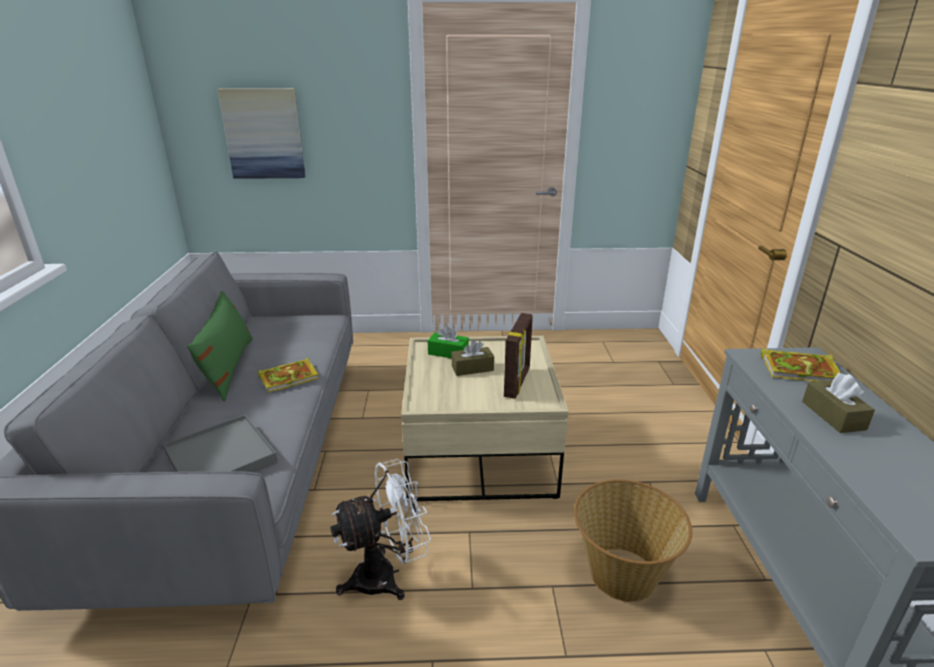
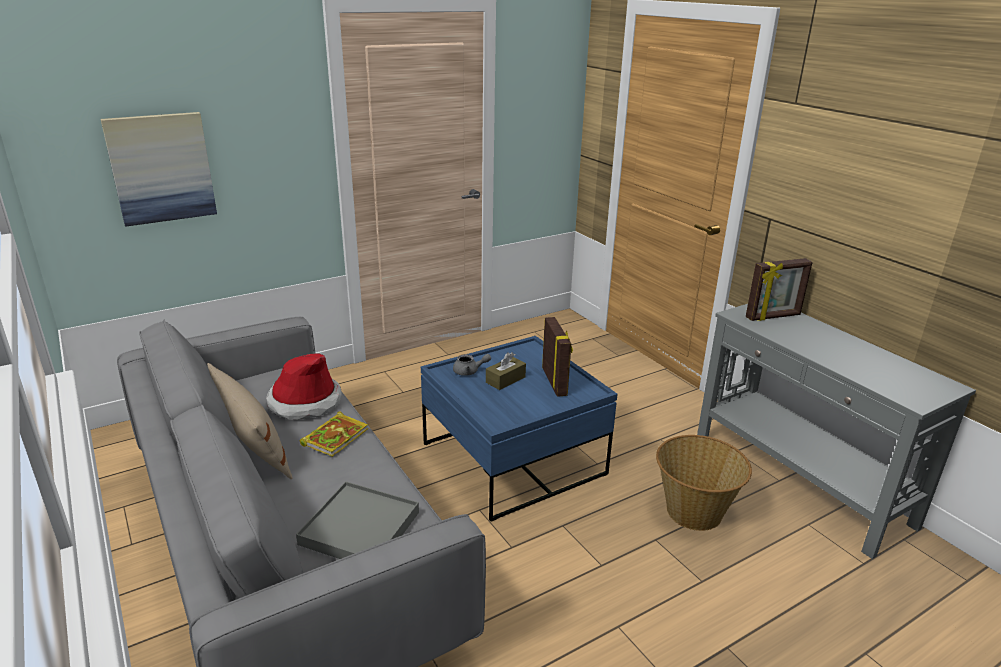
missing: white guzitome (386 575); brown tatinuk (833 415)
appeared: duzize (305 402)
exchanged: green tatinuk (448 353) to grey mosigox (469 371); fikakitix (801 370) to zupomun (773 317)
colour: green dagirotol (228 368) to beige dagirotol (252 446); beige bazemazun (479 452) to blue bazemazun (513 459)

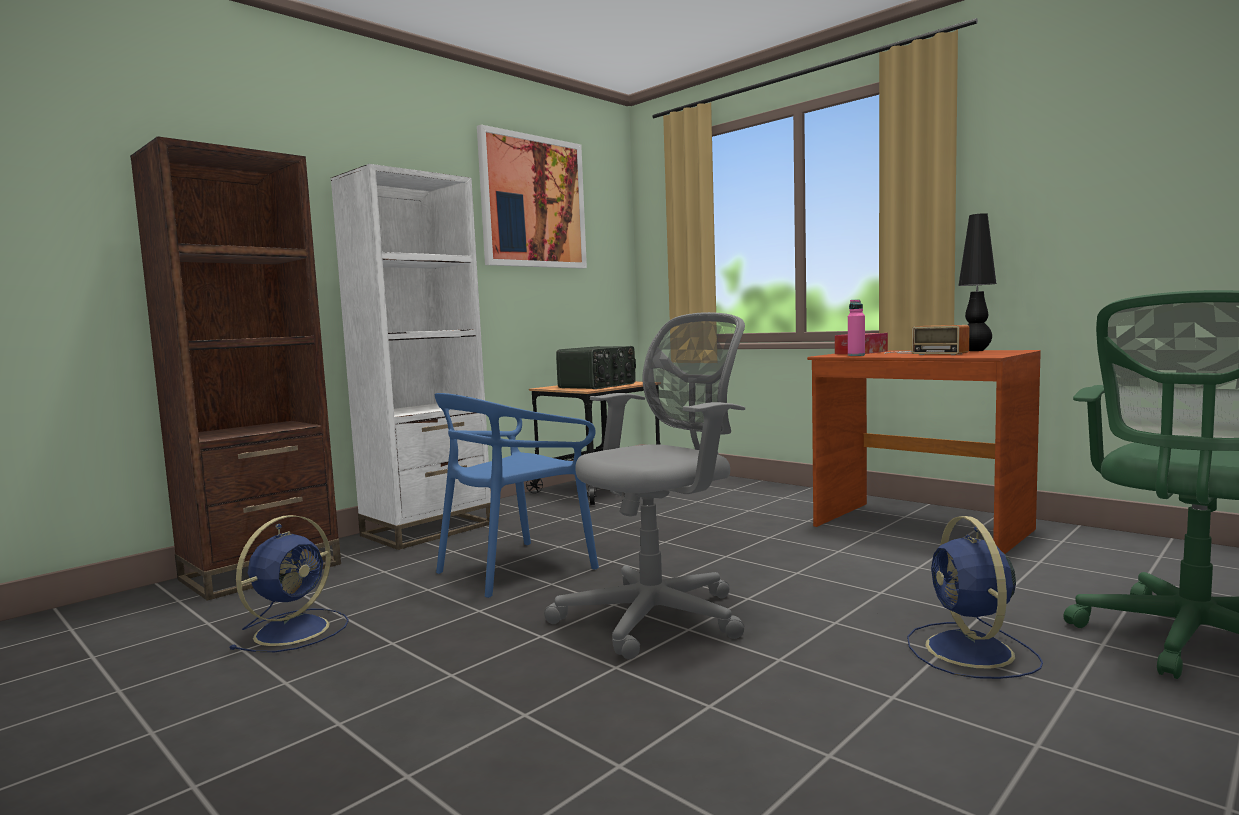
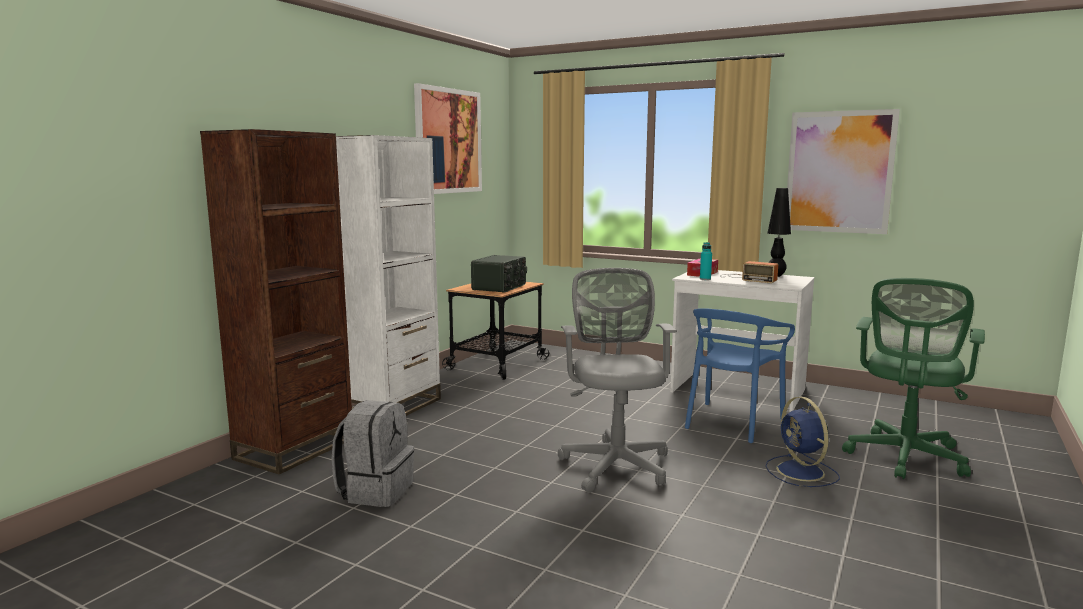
appeared: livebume (839 172)
relocated: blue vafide (516 568) to (732 422)
exchanged: blue guzitome (295 630) to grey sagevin (375 491)
colour: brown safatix (919 528) to white safatix (737 391); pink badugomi (856 355) to turquoise badugomi (705 279)
spun: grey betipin (659 616) = (615 463) 45 degrees counterclockwise

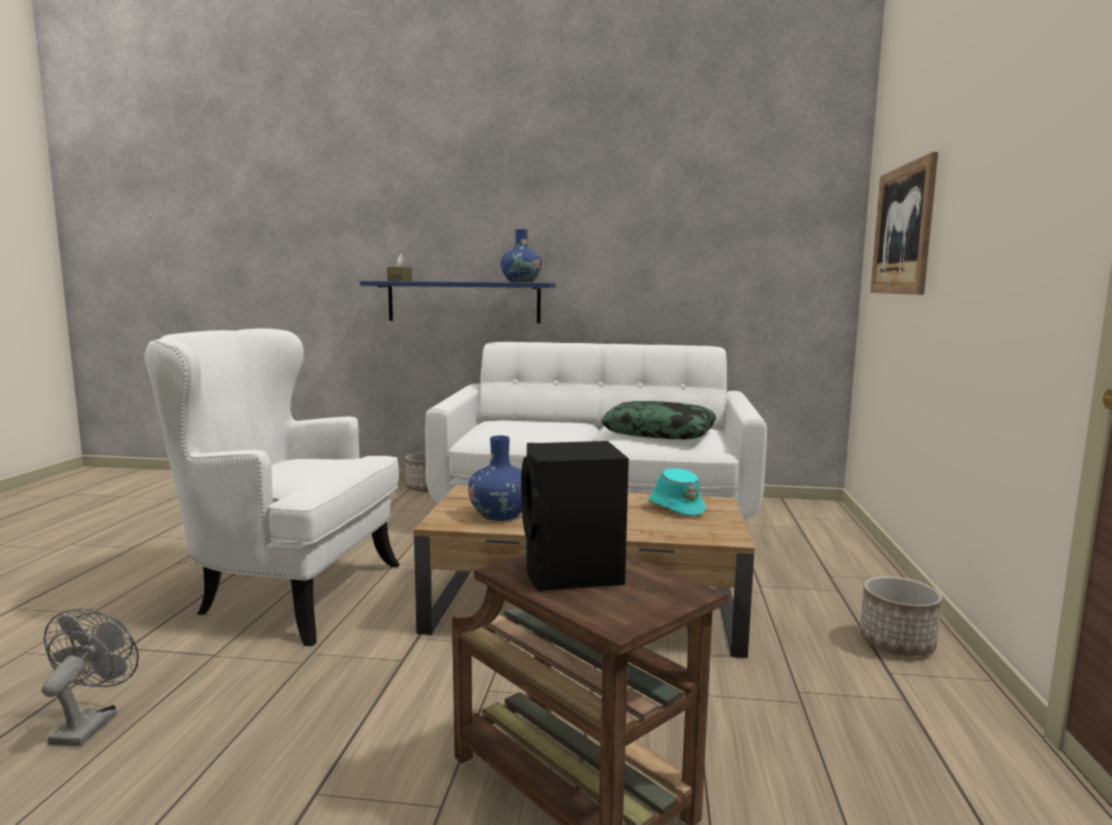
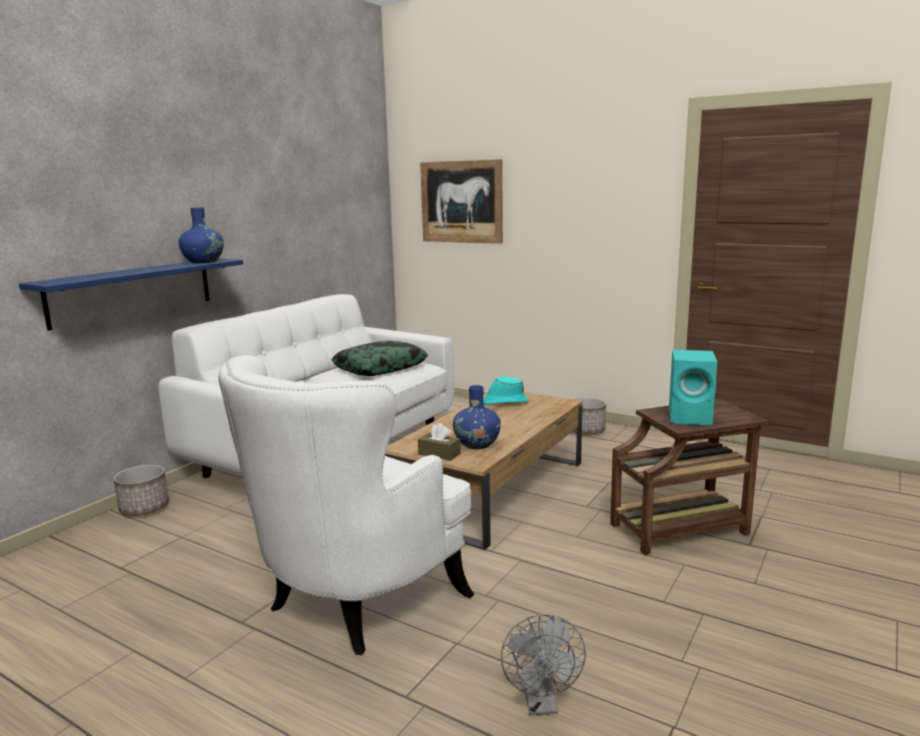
relocated: brown tatinuk (400 281) to (439 454)
colour: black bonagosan (573 574) to turquoise bonagosan (691 417)
spun: grey guzitome (90 723) = (541 704) 120 degrees counterclockwise

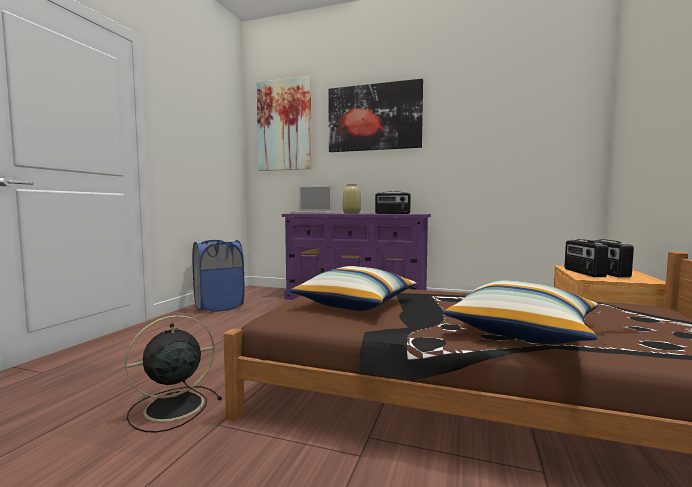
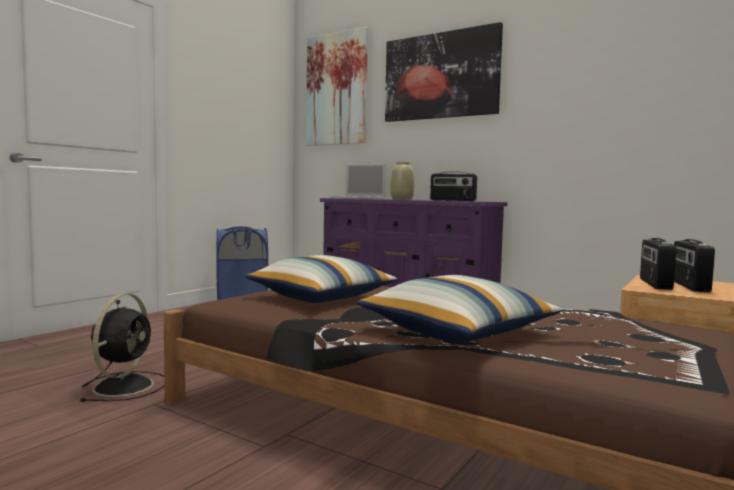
spun: black guzitome (171 407) = (125 386) 120 degrees clockwise

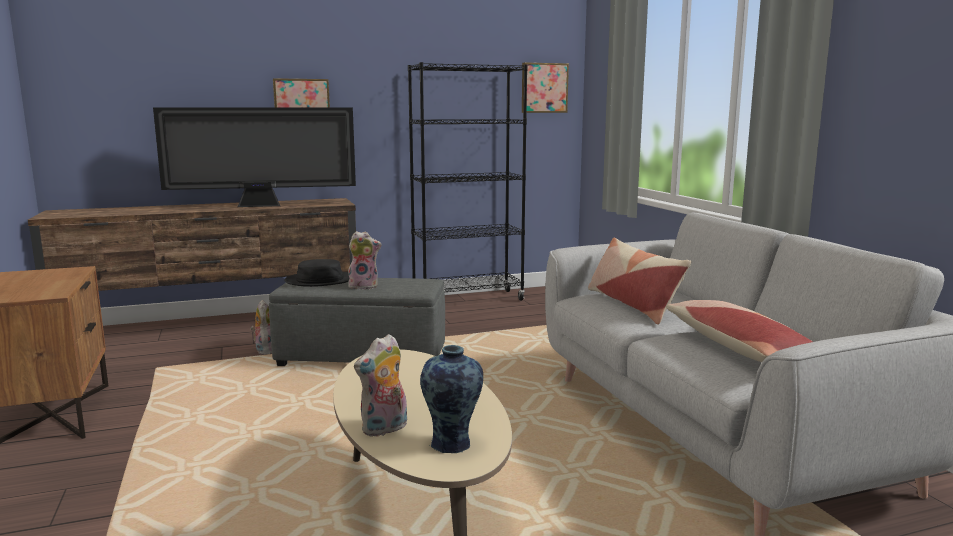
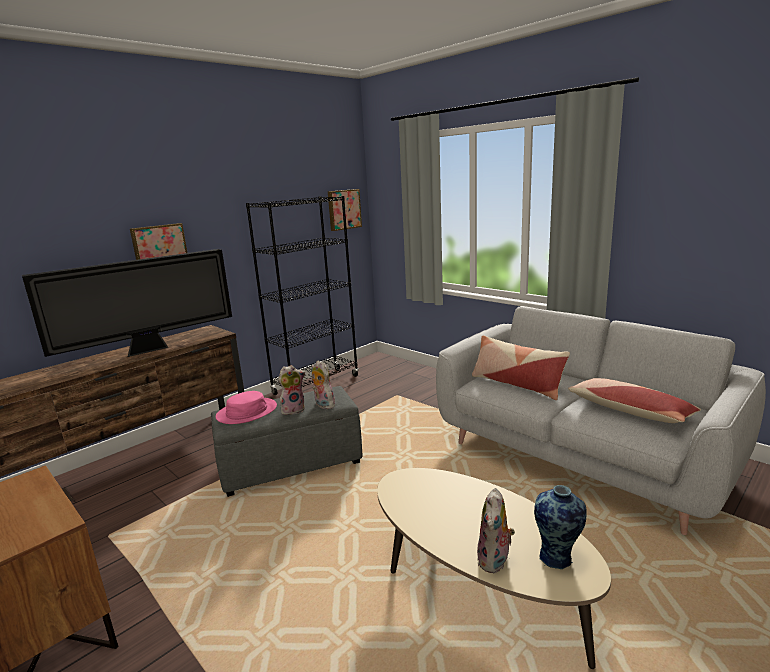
relocated: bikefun (264 350) to (323 405)
colour: black duzize (320 280) to pink duzize (247 412)

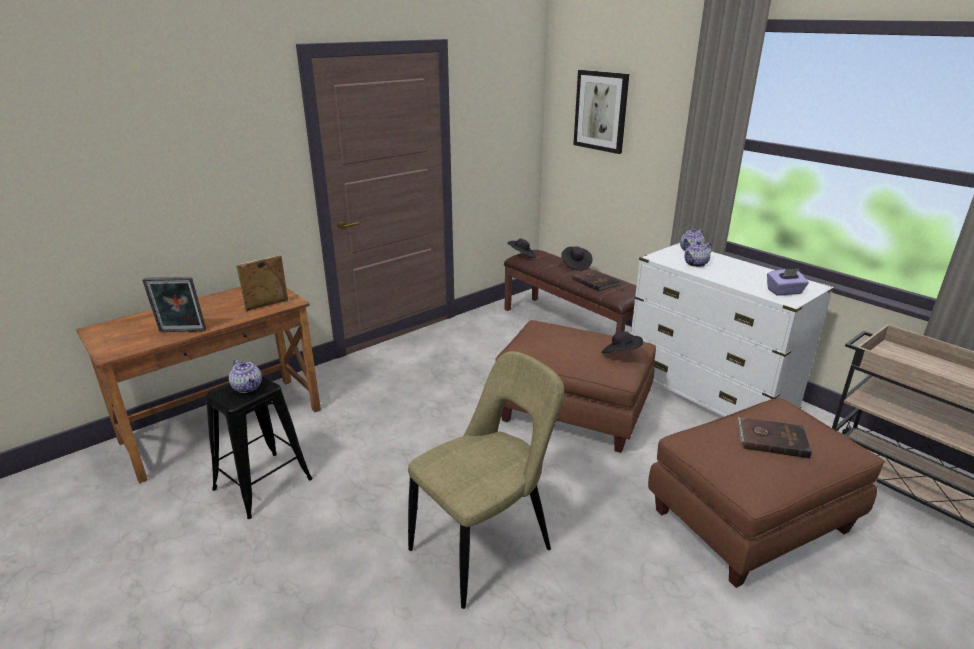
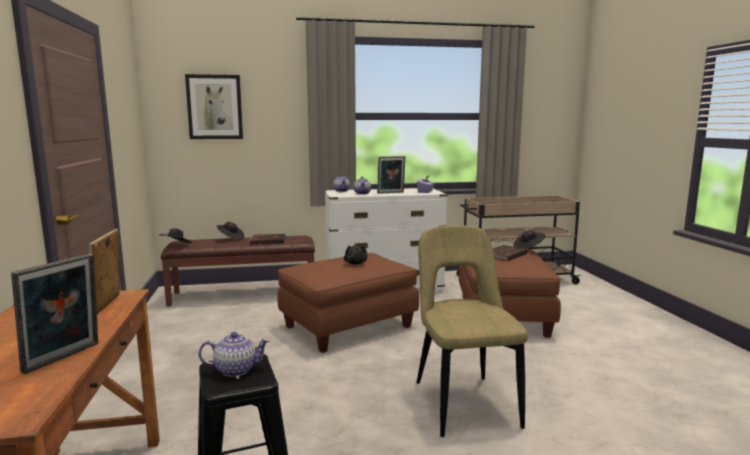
appeared: black bikefun (355 263); zupomun (391 193)
relocated: black duzize (620 354) to (528 248)

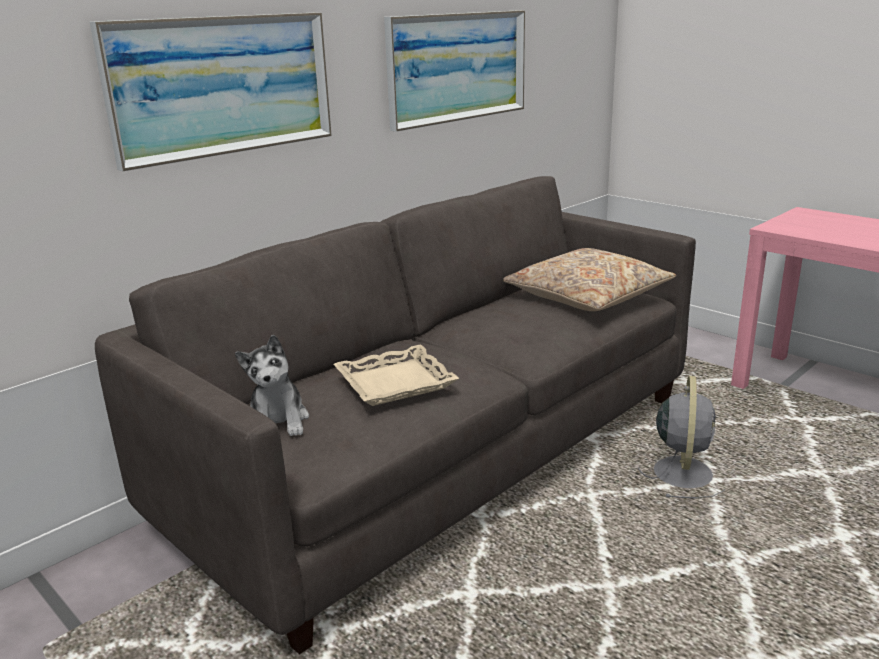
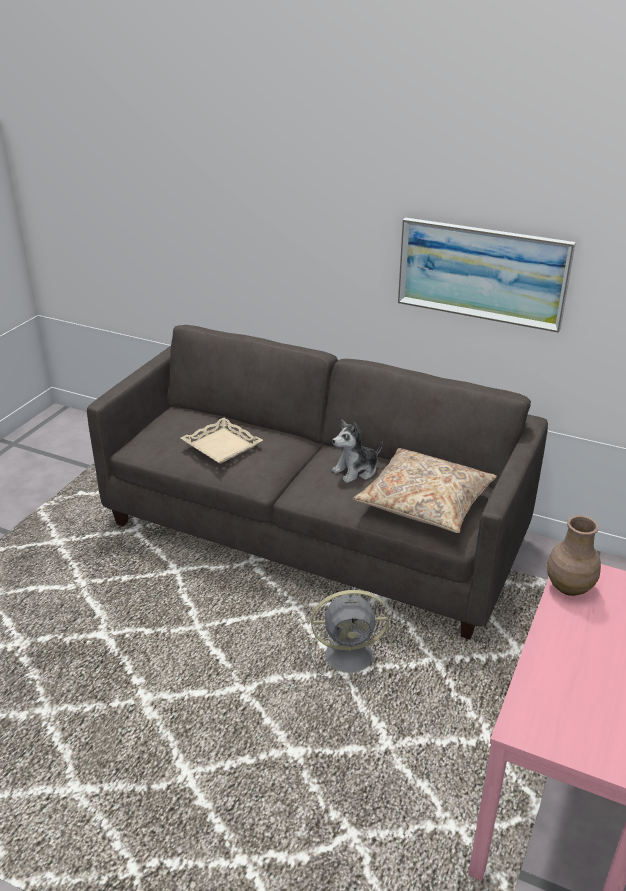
missing: livebume (223 85)
appeared: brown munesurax (568 586)
relocated: bikefun (278 421) to (356 471)

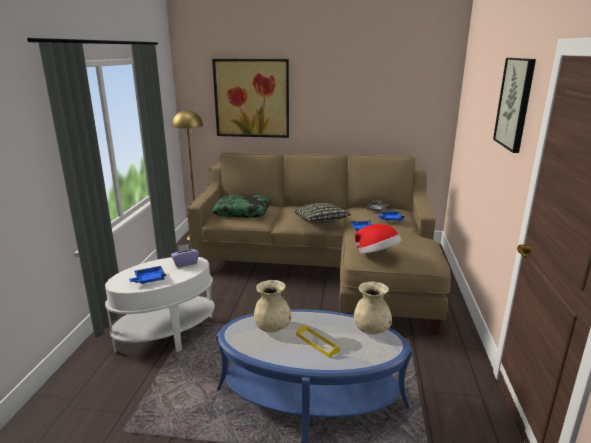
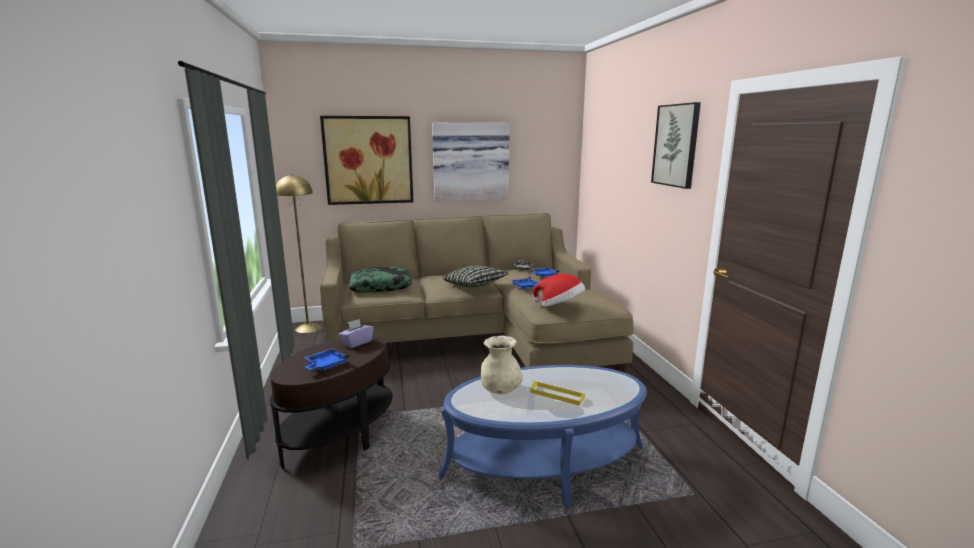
missing: beige munesurax (371 330)
appeared: livebume (470 162)
colour: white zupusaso (167 335) to brown zupusaso (340 436)

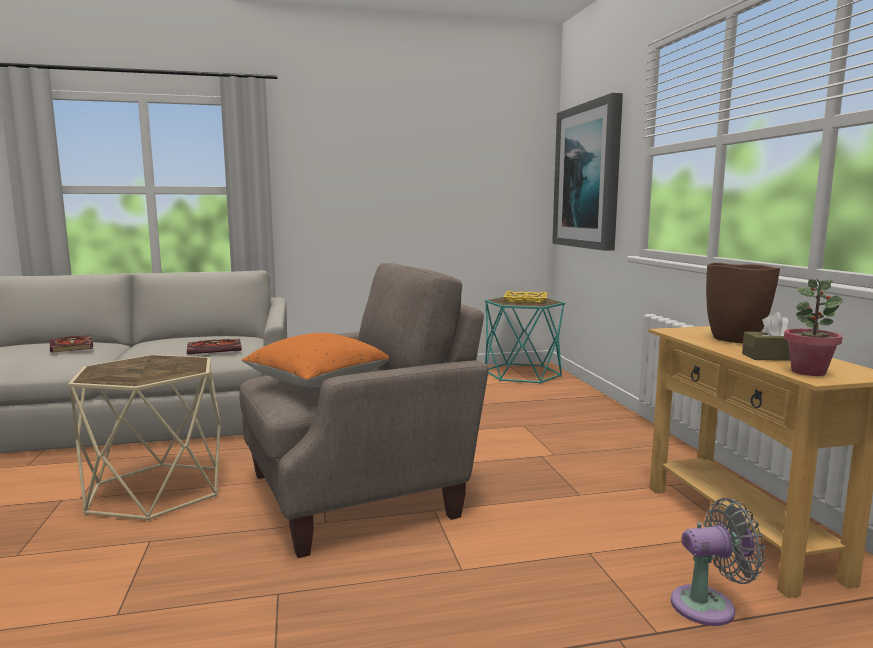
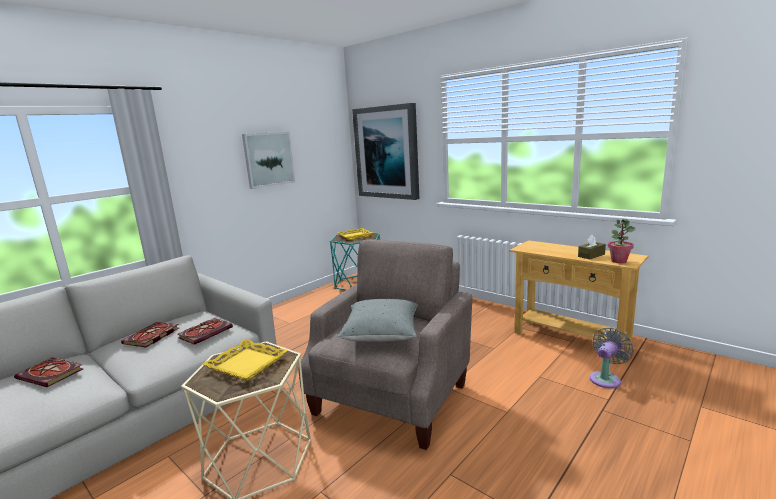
missing: brown munesurax (735 339)
appeared: fikakitix (151 337); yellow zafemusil (247 364); livebume (268 159)
colour: orange dagirotol (318 382) to grey dagirotol (381 334)

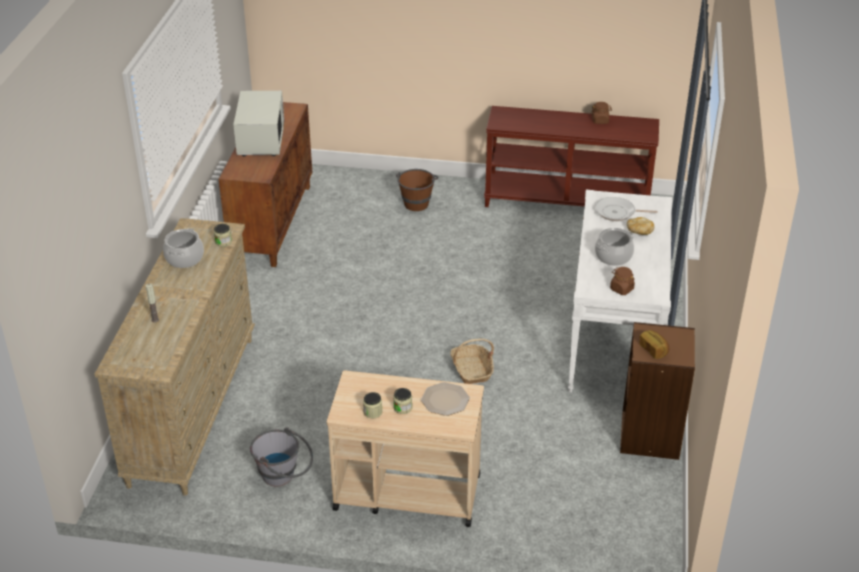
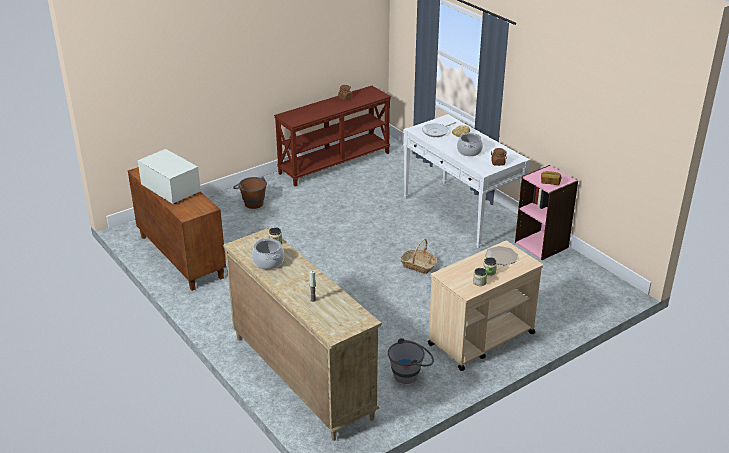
colour: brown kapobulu (651 435) to pink kapobulu (542 245)

